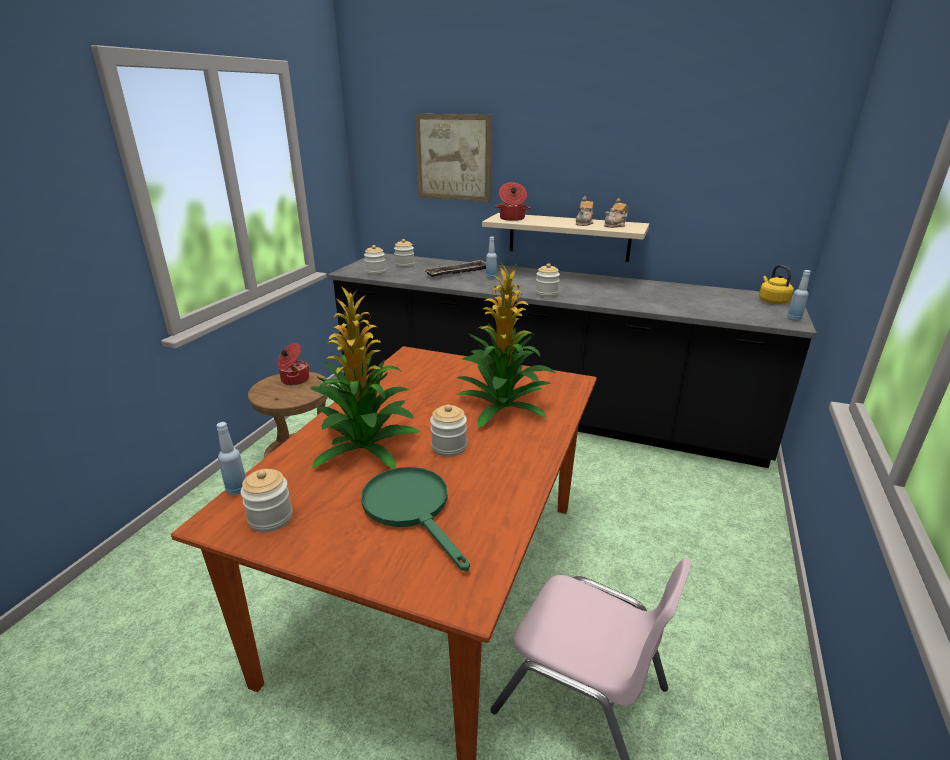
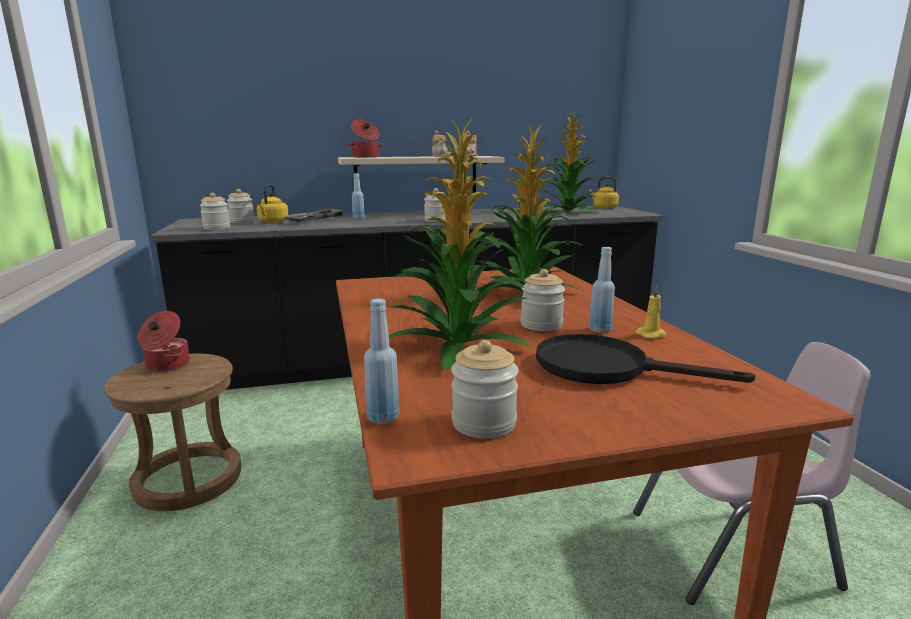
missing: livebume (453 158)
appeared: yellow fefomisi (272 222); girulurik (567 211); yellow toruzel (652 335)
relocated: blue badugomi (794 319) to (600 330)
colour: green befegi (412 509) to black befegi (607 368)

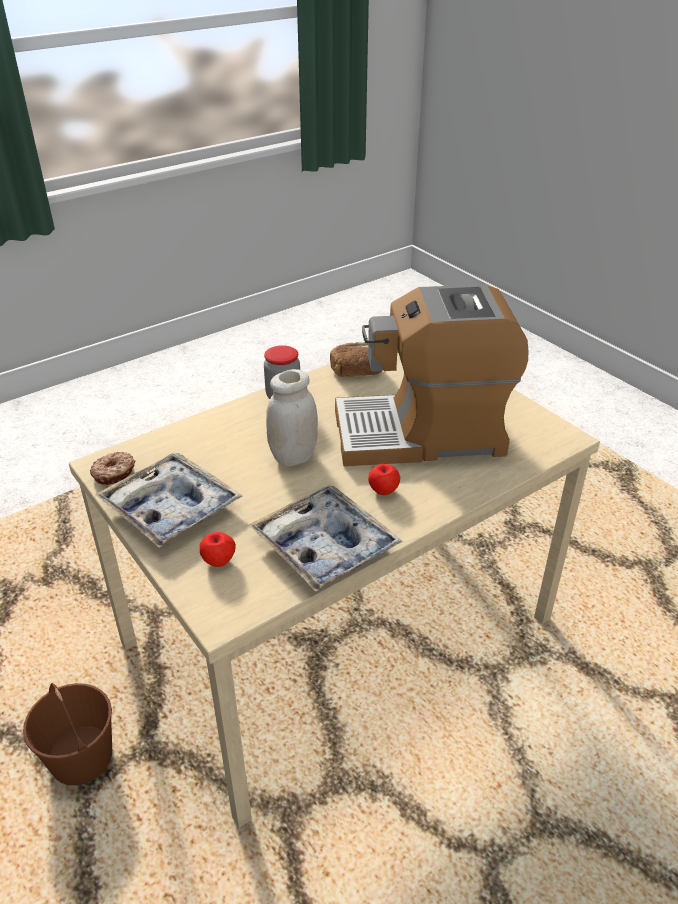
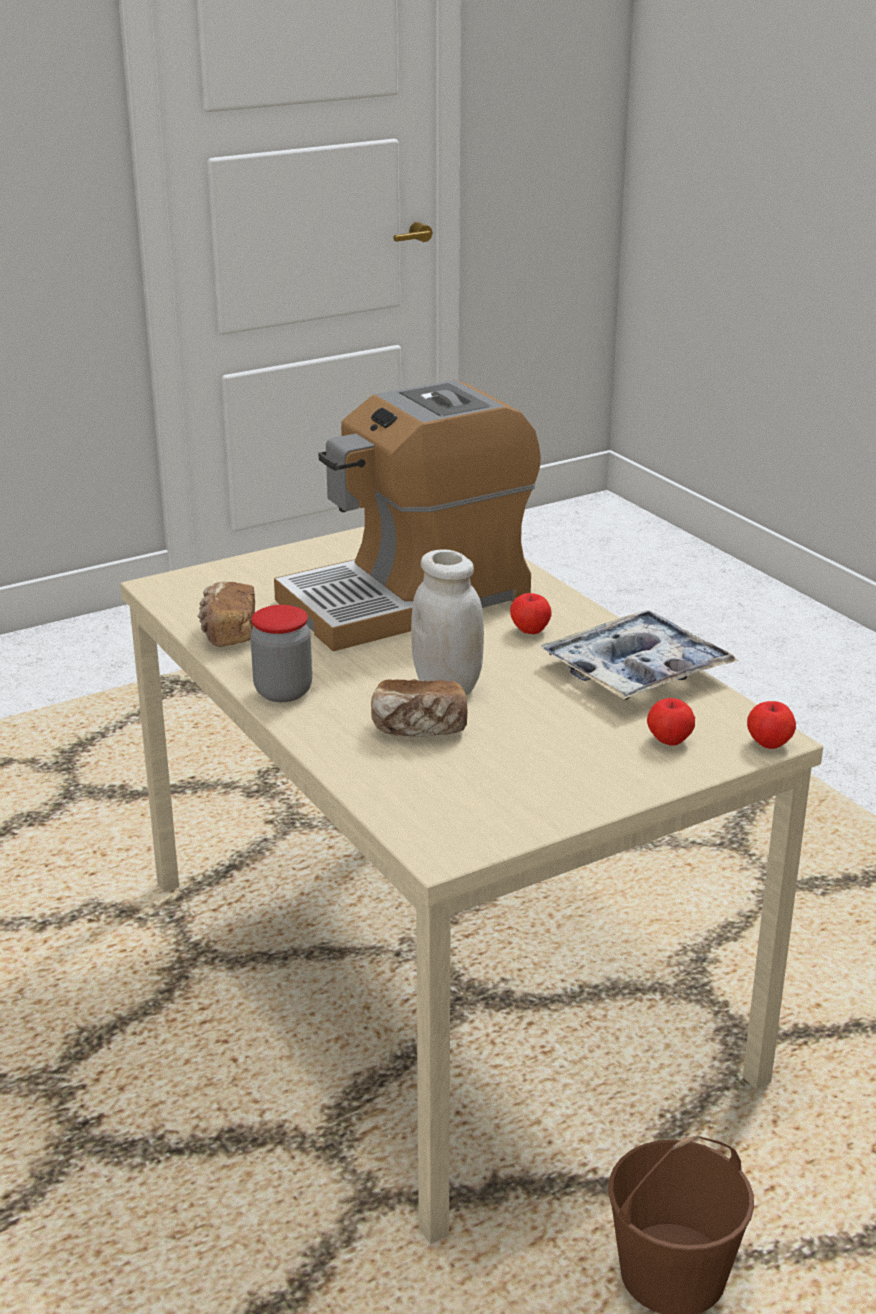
missing: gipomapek (114 473); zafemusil (171 507)
appeared: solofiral (419 729); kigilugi (769 743)
spun: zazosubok (422 433) = (408 599) 60 degrees clockwise

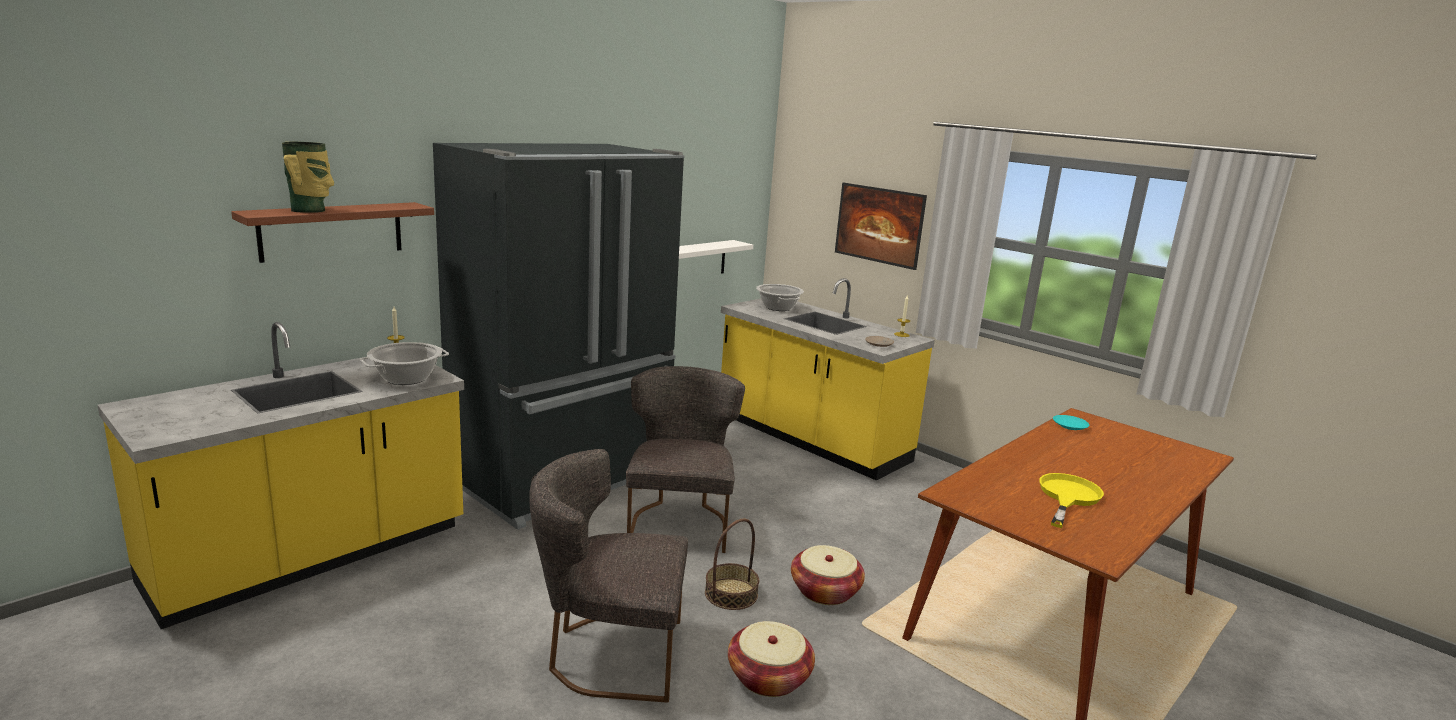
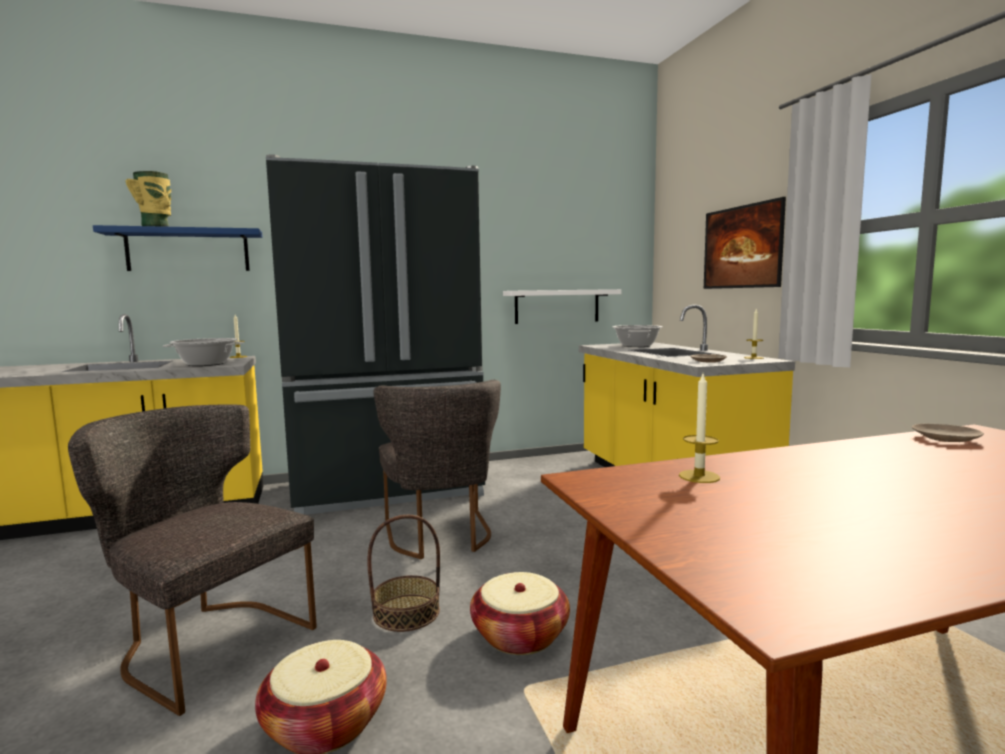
missing: yellow befegi (1067 497)
appeared: toruzel (699 476)
colour: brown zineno (332 231) to blue zineno (188 250); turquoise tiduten (1070 426) to beige tiduten (946 439)
spun: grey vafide (679 523) = (440 537) 135 degrees clockwise

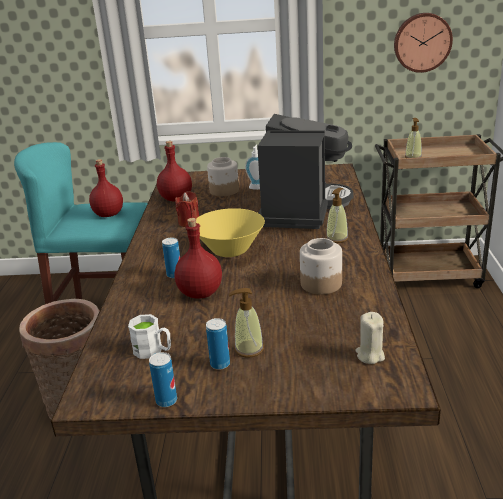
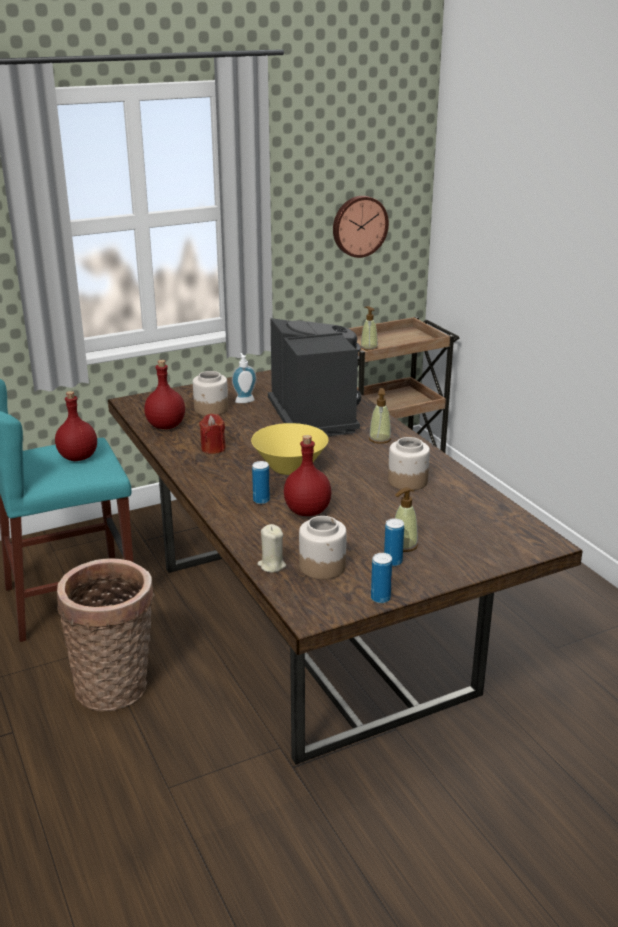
relocated: beige toruzel (370 355) to (271 565)
exchanged: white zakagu (153 351) to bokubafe (322 566)

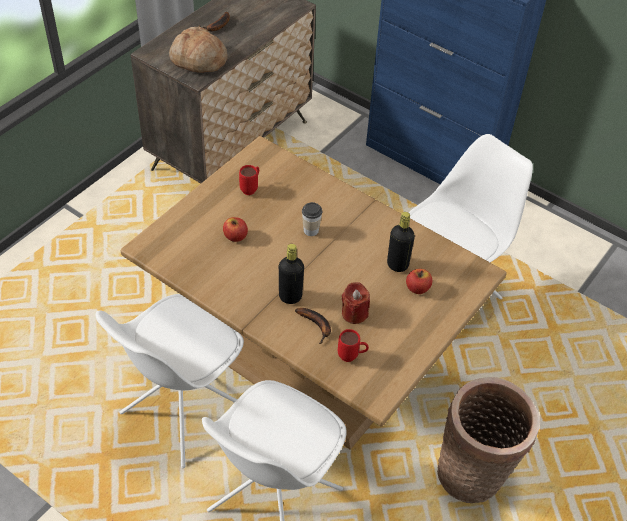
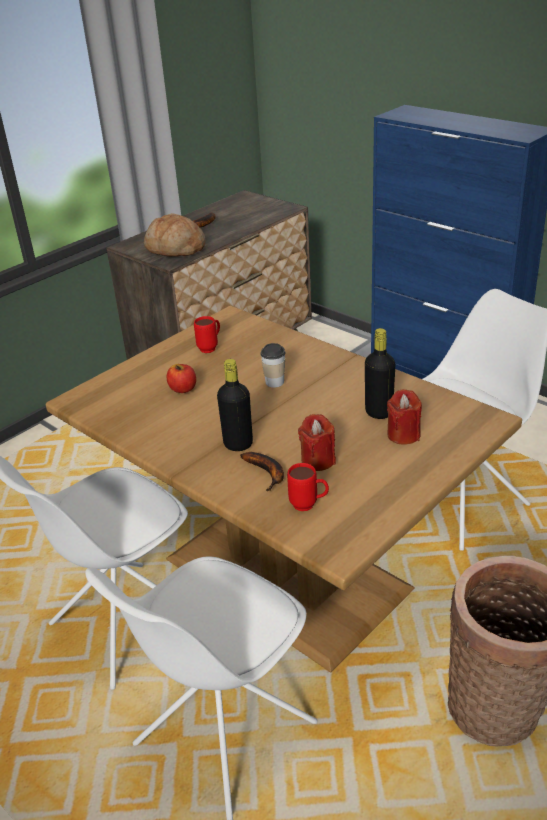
exchanged: kigilugi (417 288) to red toruzel (403 435)

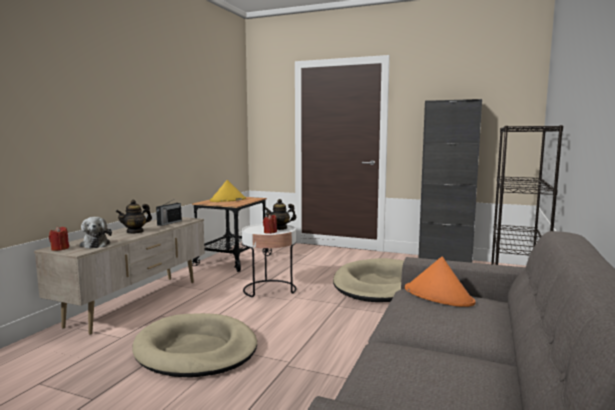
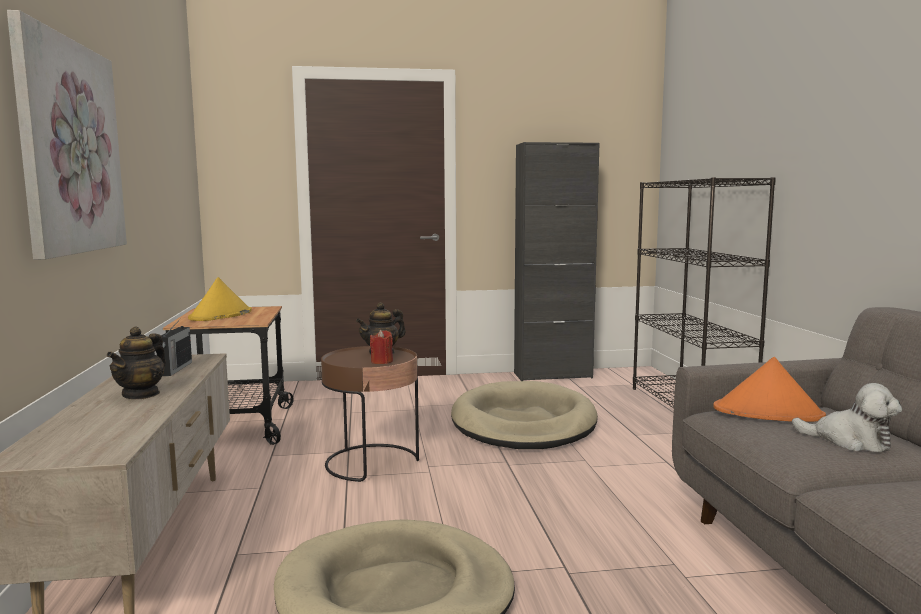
missing: red toruzel (60 249)
appeared: livebume (71 147)
relocated: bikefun (95 244) to (849 441)
colour: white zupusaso (270 289) to brown zupusaso (372 462)

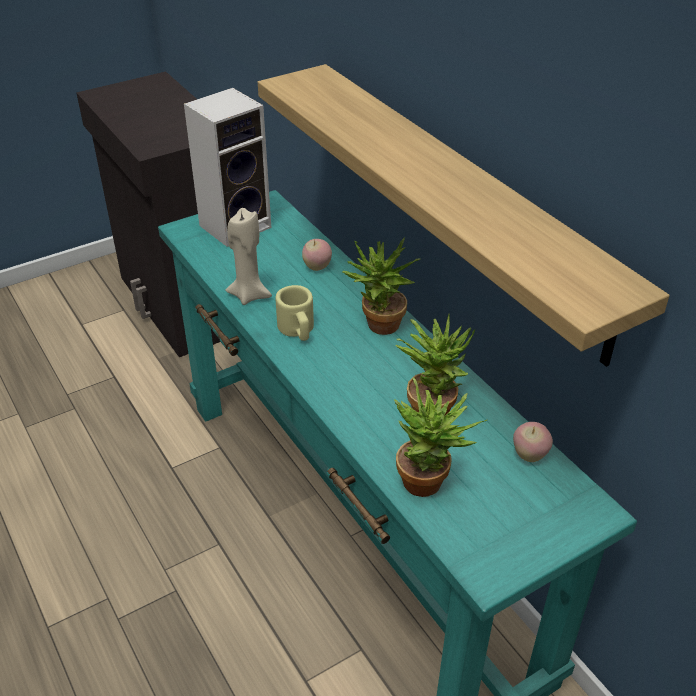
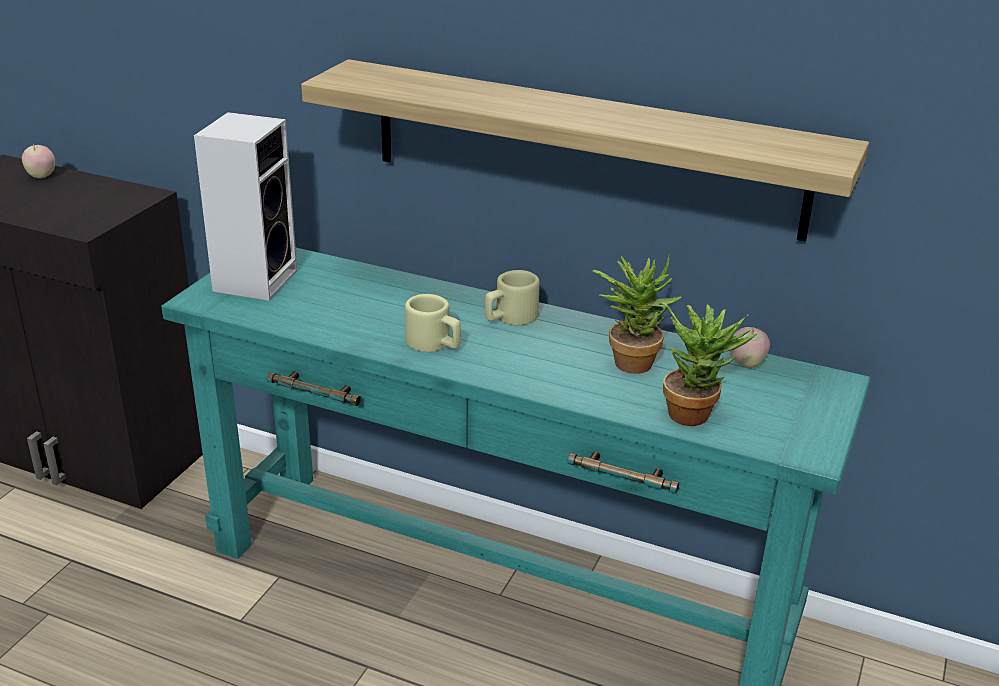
missing: beige toruzel (249 295)
relocated: kigilugi (317 267) to (41 176)
exchanged: girulurik (378 328) to beige zakagu (510 318)

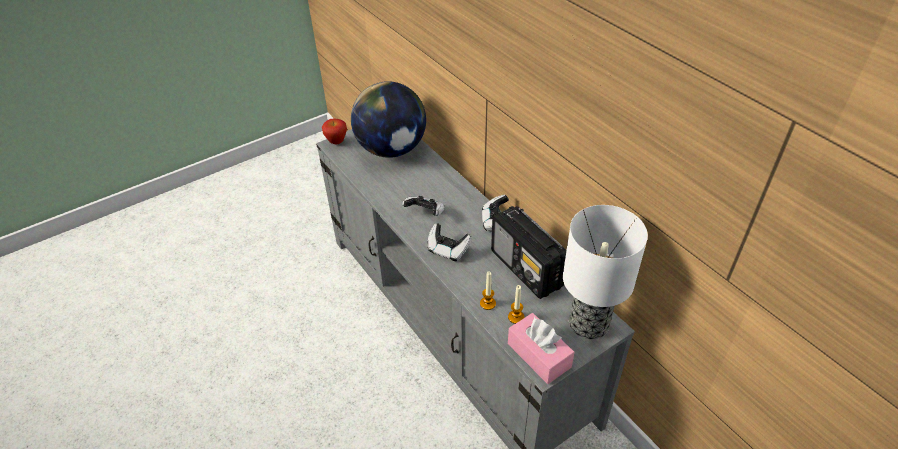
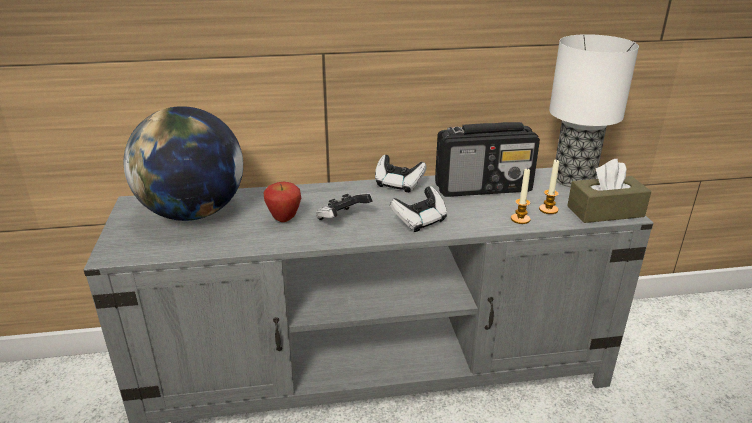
relocated: kigilugi (336 142) to (284 219)
colour: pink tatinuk (539 355) to brown tatinuk (605 211)

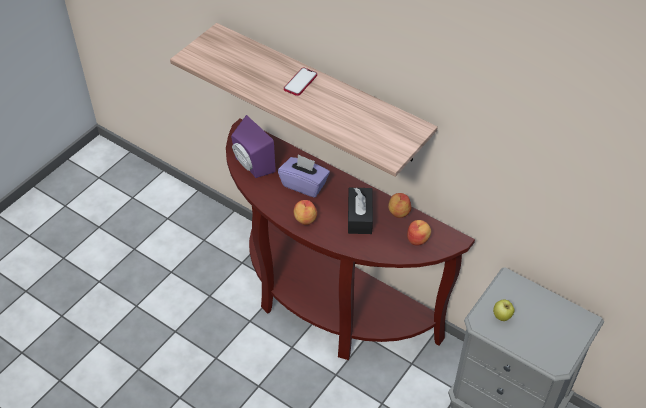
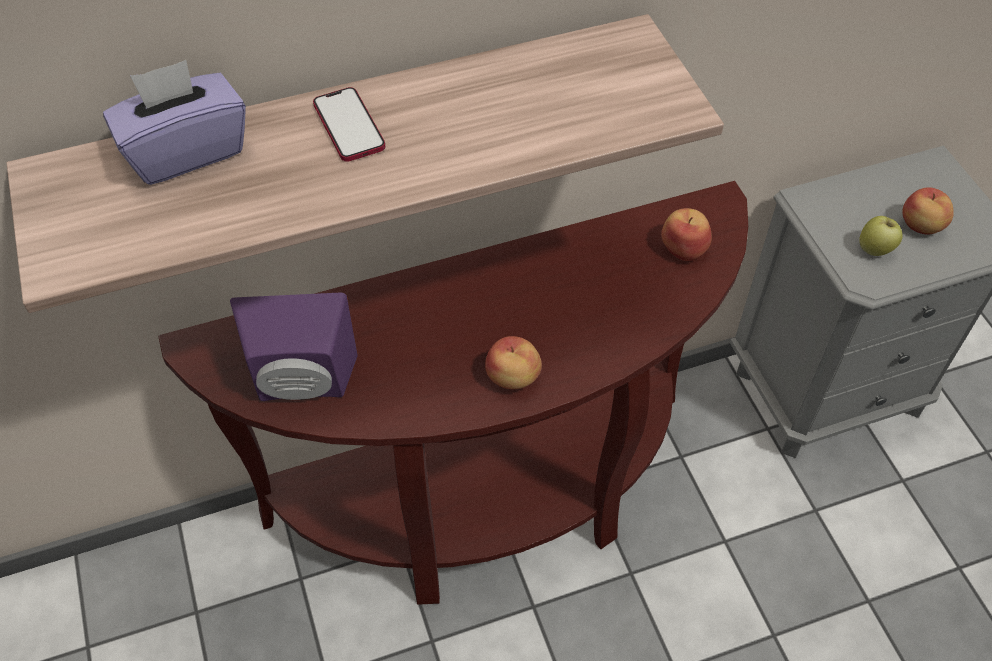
missing: black tatinuk (359 217)
relocated: purple tatinuk (304 185) to (186 151); kigilugi (398 212) to (921 226)

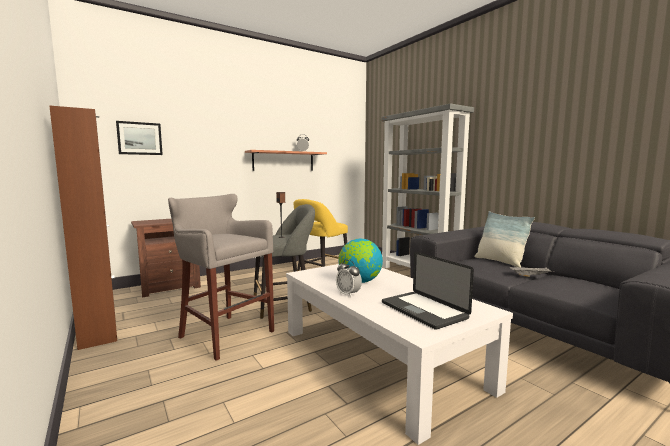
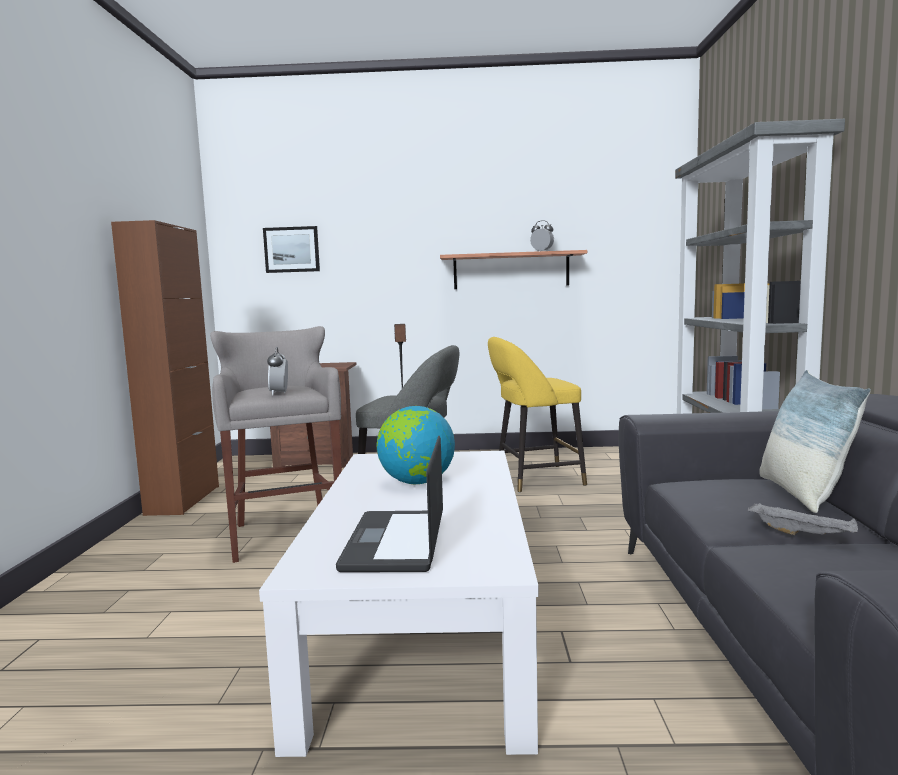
relocated: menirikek (348 294) to (279 393)

